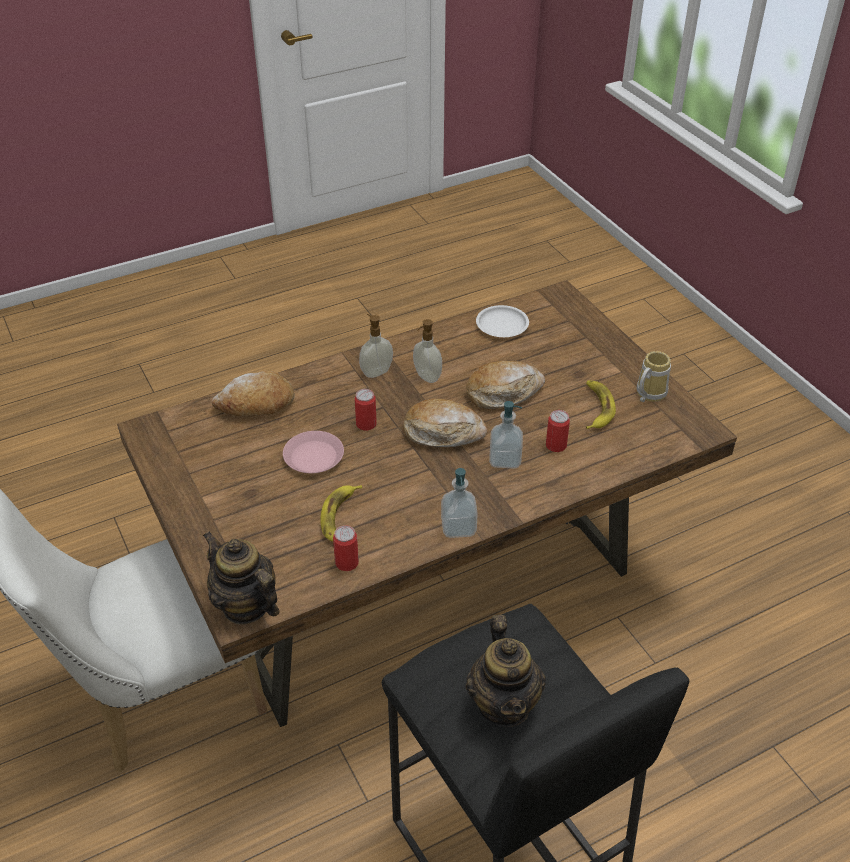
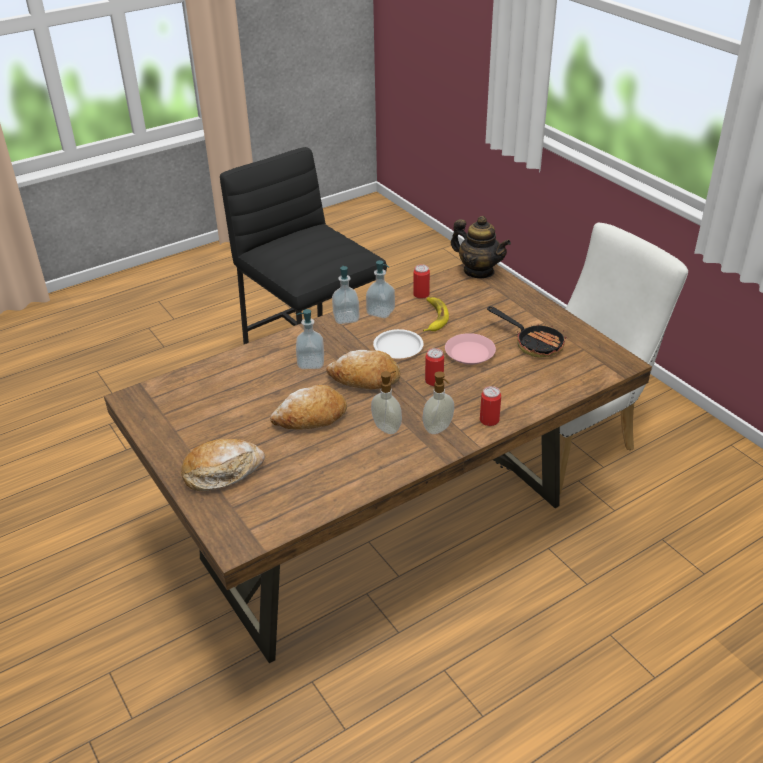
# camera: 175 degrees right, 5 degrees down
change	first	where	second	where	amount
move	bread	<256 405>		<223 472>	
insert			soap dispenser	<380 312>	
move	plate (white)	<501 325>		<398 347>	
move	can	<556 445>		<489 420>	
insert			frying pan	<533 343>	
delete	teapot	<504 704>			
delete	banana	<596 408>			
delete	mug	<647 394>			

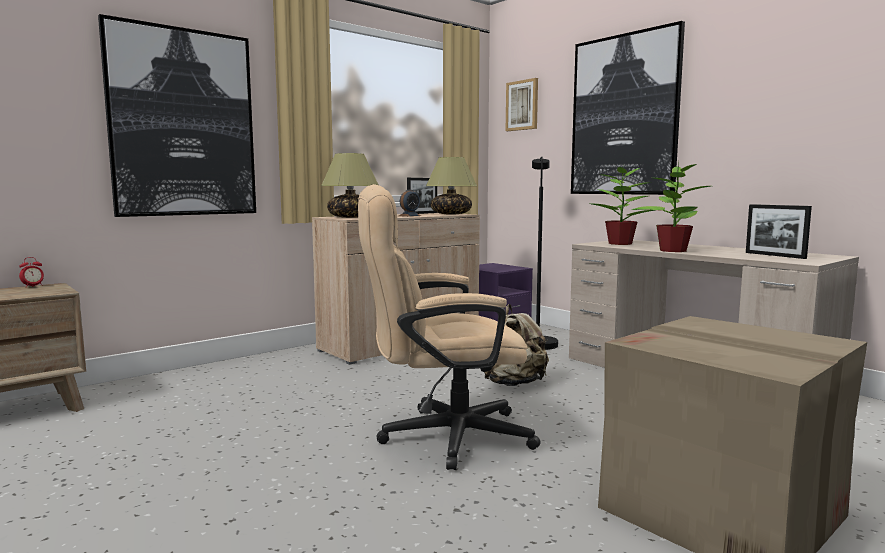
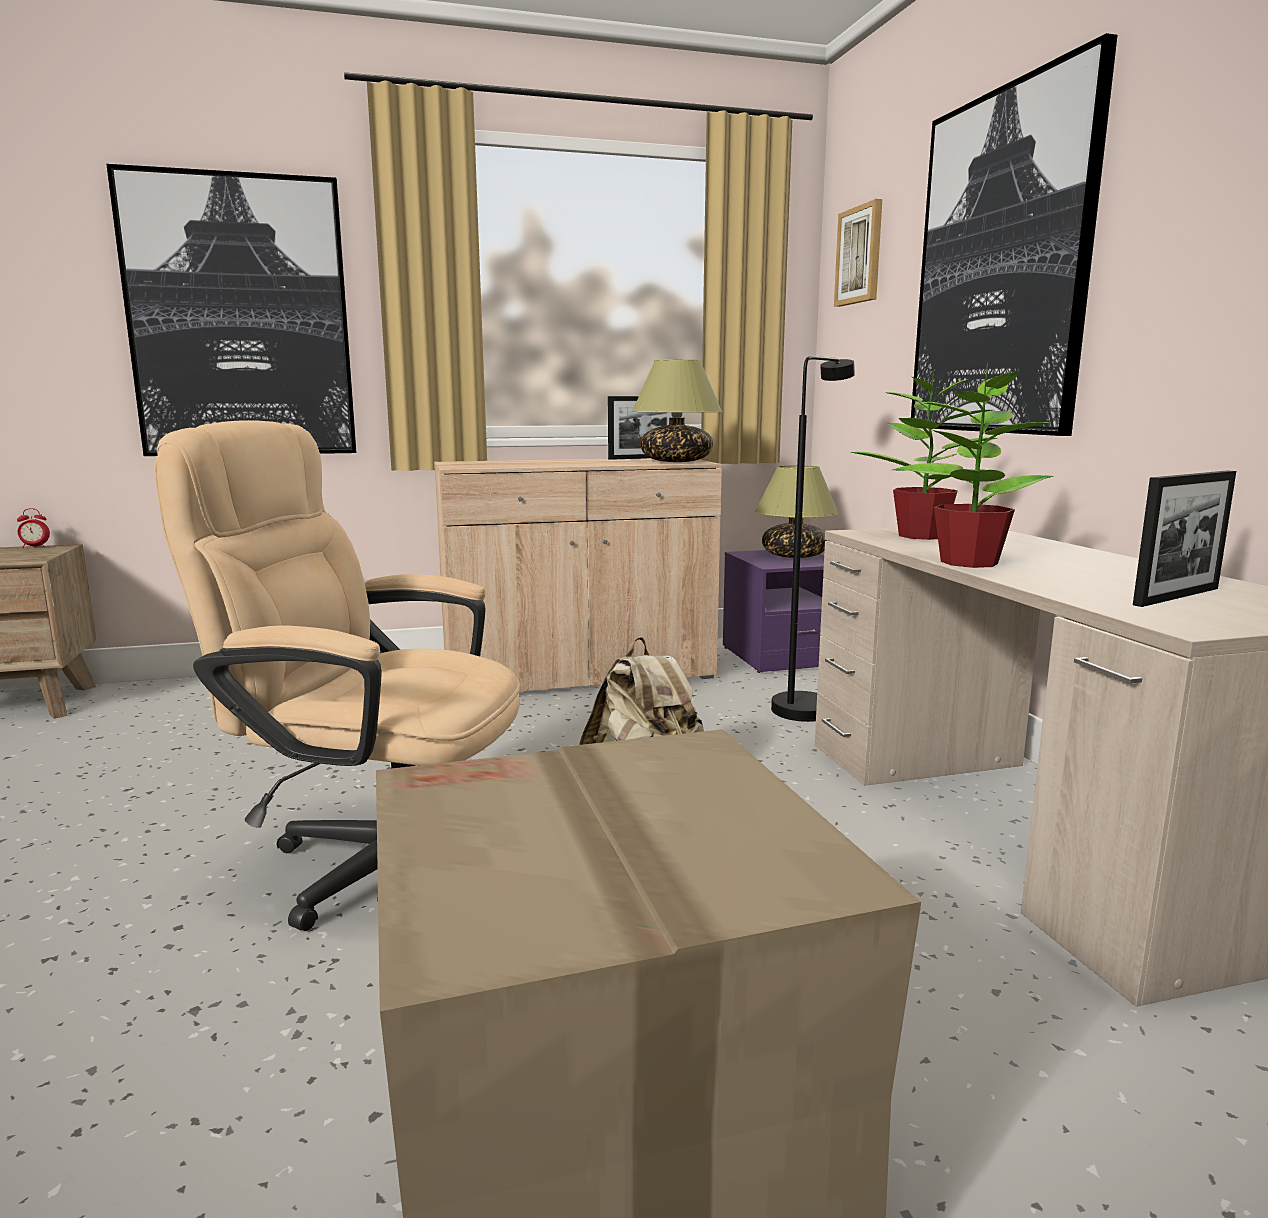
# camera: 25 degrees right, 5 degrees up
change	first	where	second	where	amount
move	table lamp	<350 217>		<794 556>	
rotate	picture frame	<774 255>		<1176 596>	120 degrees counterclockwise
delete	alarm clock	<409 216>			

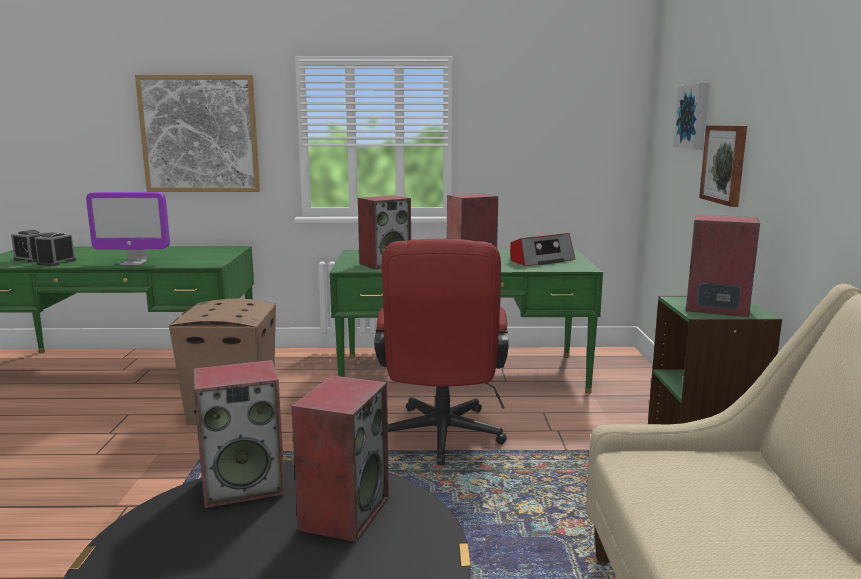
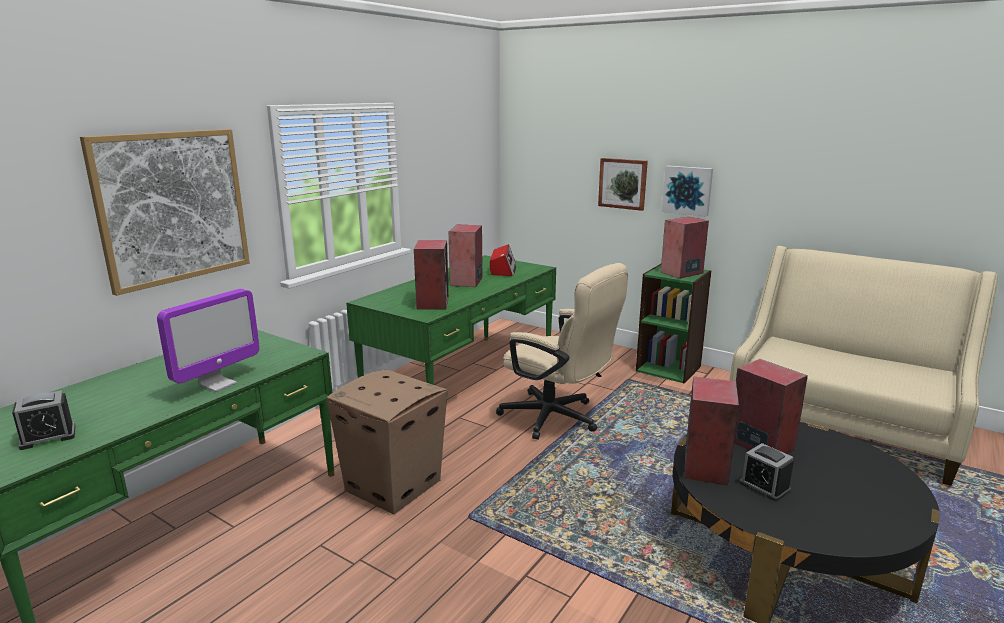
# camera: 55 degrees left, 5 degrees up
change	first	where	second	where	amount
recolor	office chair (red)	<441 439>	office chair (beige)	<558 419>	
move	picture	<694 116>		<687 190>	
move	alarm clock	<56 262>		<764 487>	

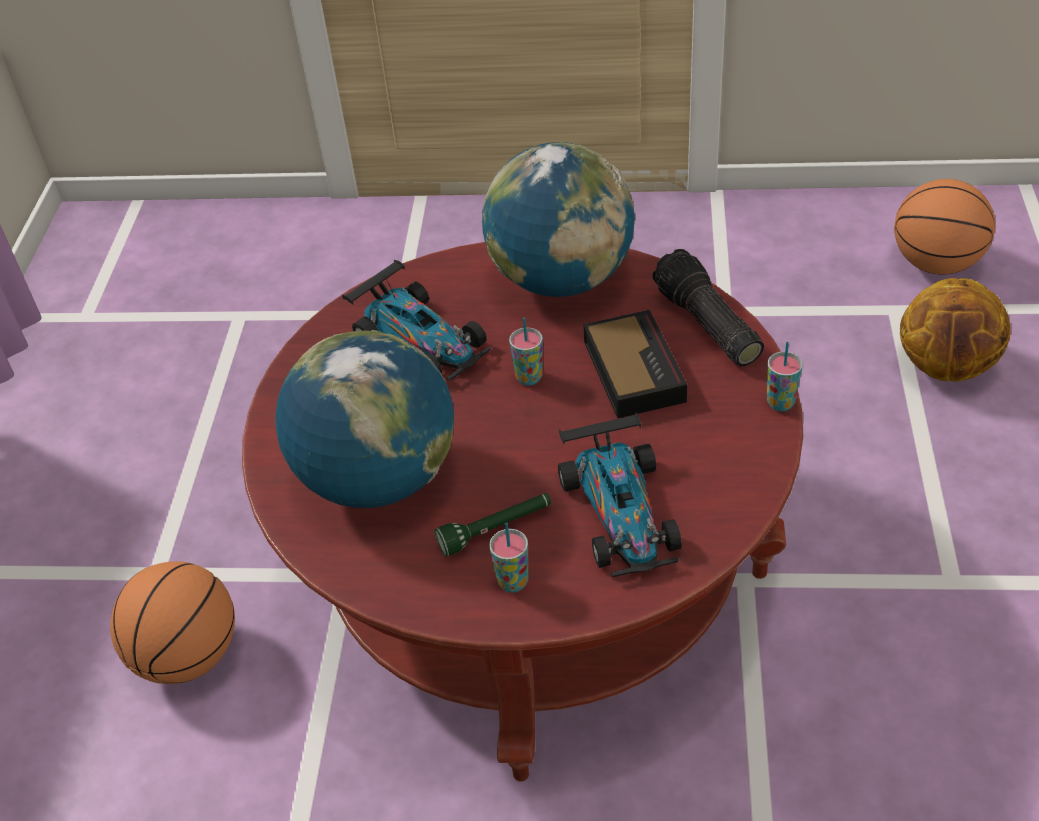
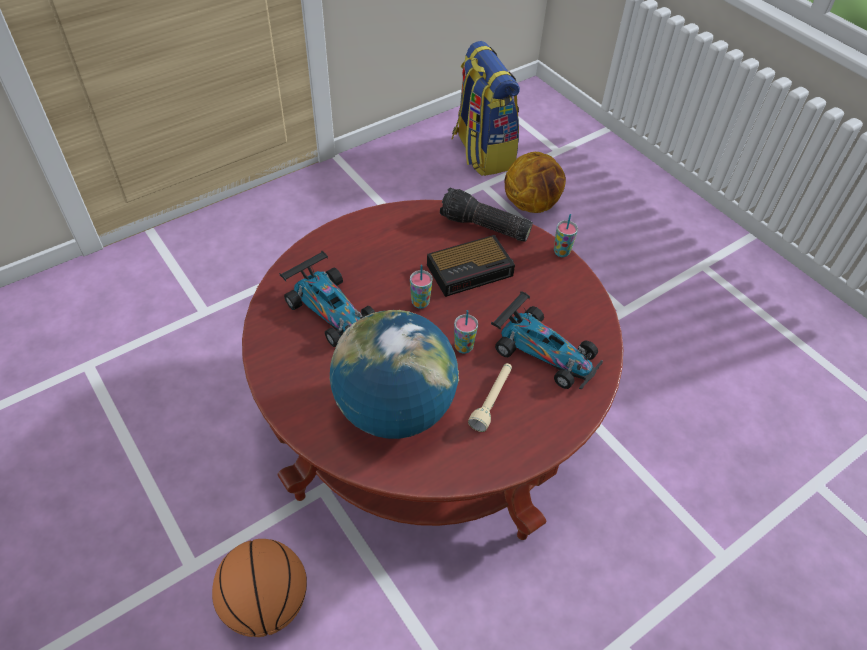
# camera: 45 degrees left, 5 degrees up
change	first	where	second	where	amount
rotate	toy car	<421 339>		<332 311>	45 degrees clockwise
rotate	alarm clock	<633 369>		<471 270>	120 degrees clockwise
replace	basketball	<936 263>	backpack	<482 152>	
move	cup	<513 582>		<463 347>	
recolor	flashlight (green)	<496 530>	flashlight (beige)	<492 400>	
delete	globe	<561 280>			

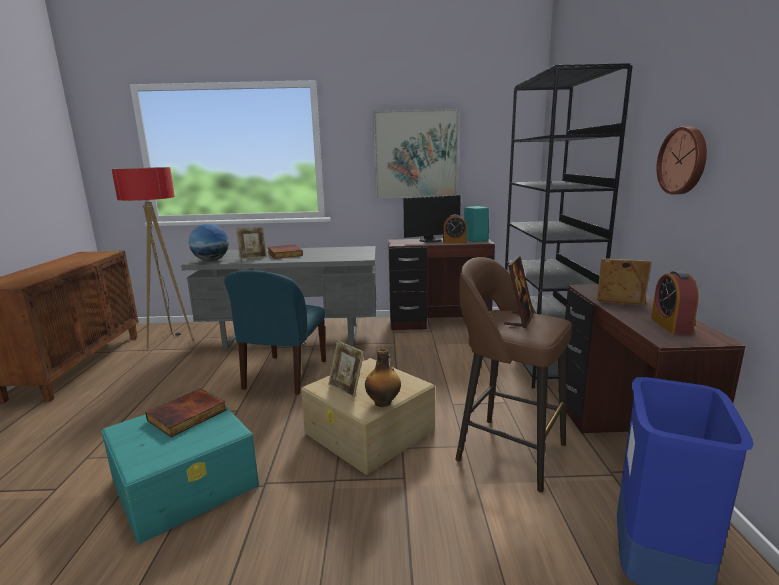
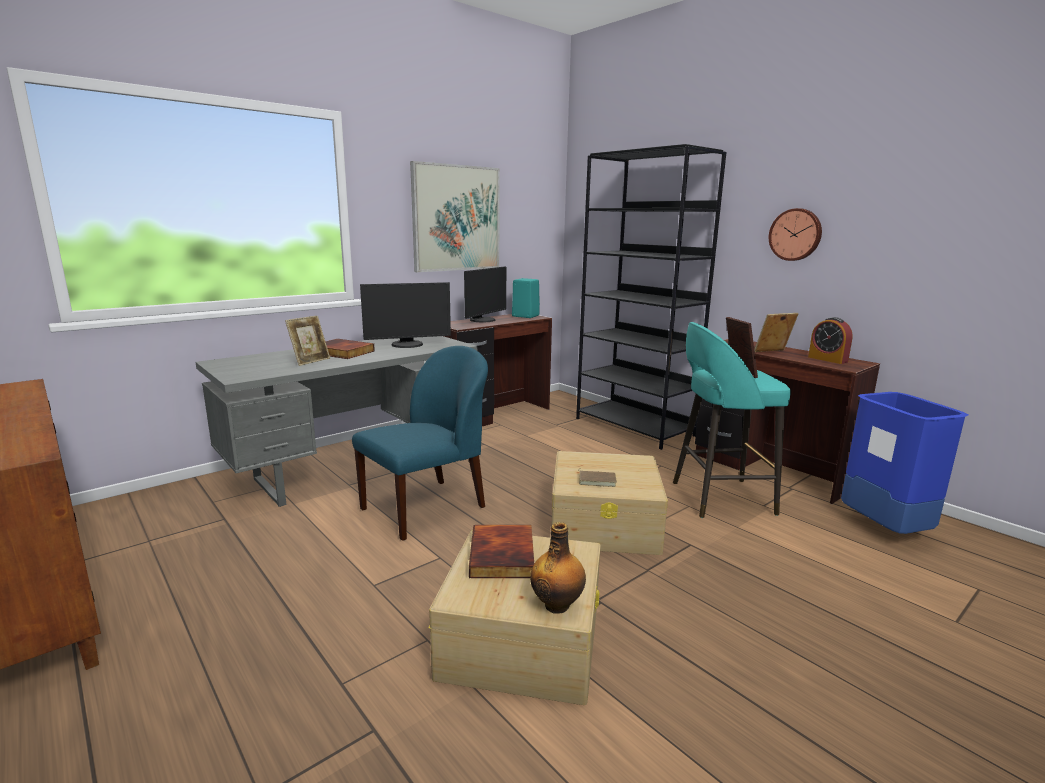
# camera: 40 degrees left, 0 degrees up
change	first	where	second	where	amount
rotate	chair (blue)	<284 375>		<426 507>	105 degrees counterclockwise
insert			monitor	<407 345>	
recolor	storage box (turquoise)	<186 482>	storage box (beige)	<522 637>	
move	bottle	<383 402>		<557 604>	
replace	picture frame	<346 388>	book (brown)	<597 480>	
recolor	stool (brown)	<508 451>	stool (turquoise)	<719 498>	
delete	floor lamp	<171 340>			
delete	globe	<211 260>			
delete	alarm clock	<454 242>			

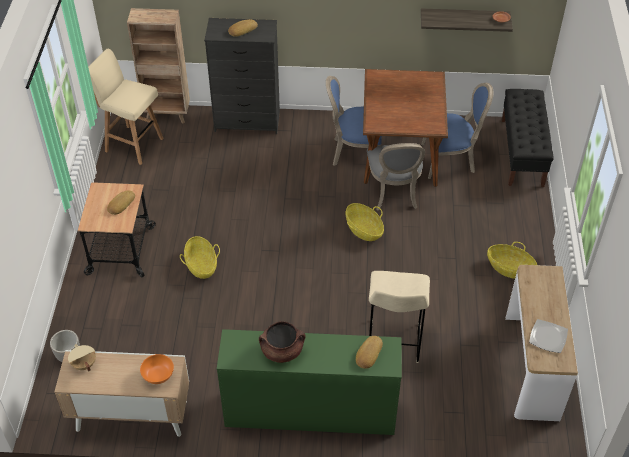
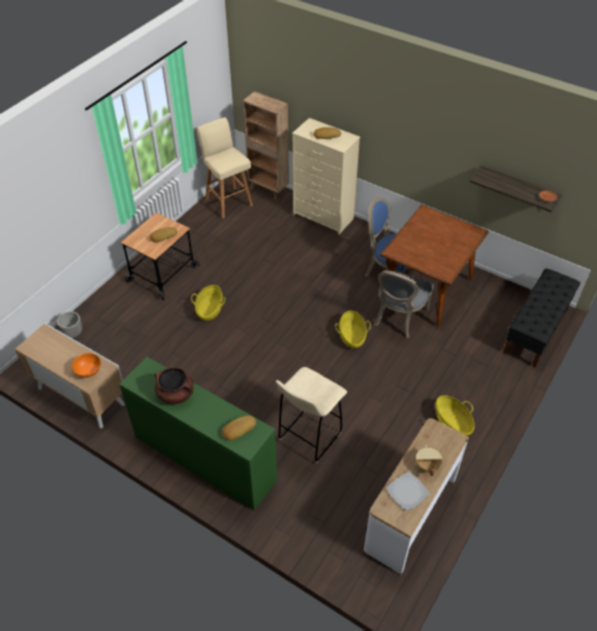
# camera: 30 degrees right, 0 degrees up
change	first	where	second	where	amount
recolor	dresser (black)	<248 121>	dresser (beige)	<323 217>	
move	cooking pot (beige)	<84 364>		<427 466>	
delete	chair (blue)	<450 160>			

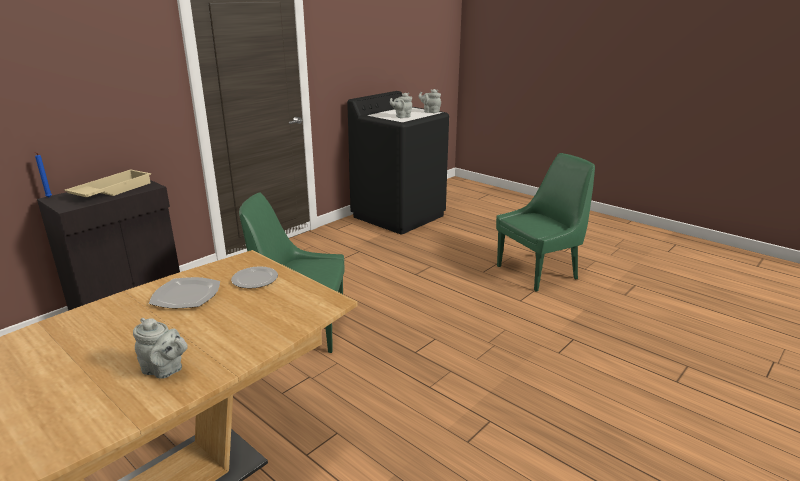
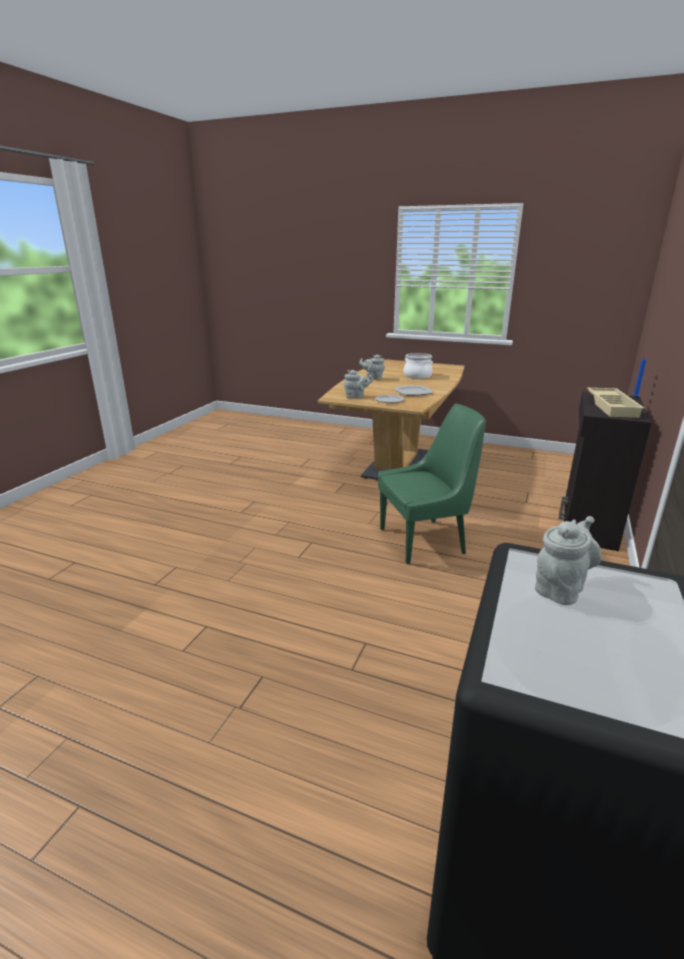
# camera: 160 degrees right, 0 degrees up
change	first	where	second	where	amount
move	teapot (grey)	<430 111>		<356 397>	
insert			cooking pot	<417 376>	
delete	chair (green)	<539 272>			

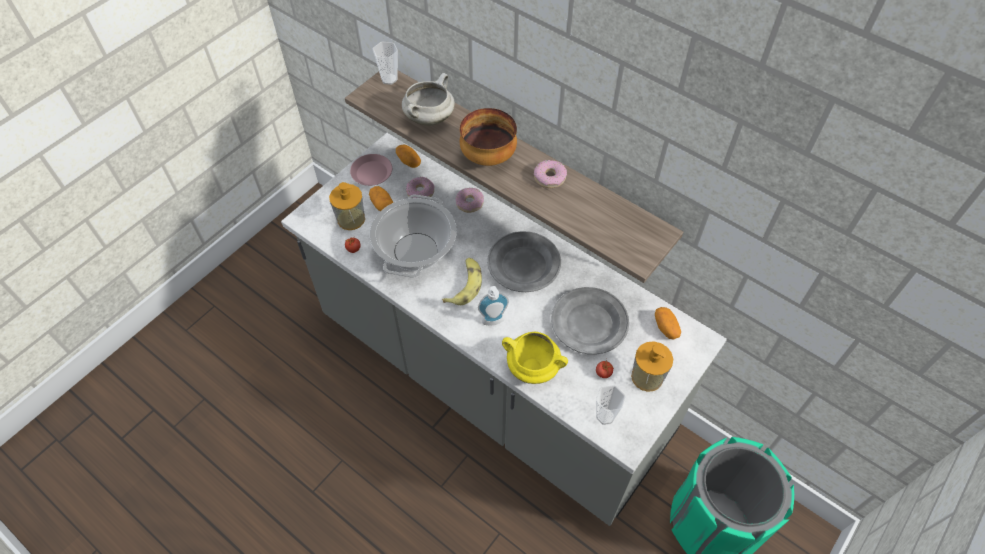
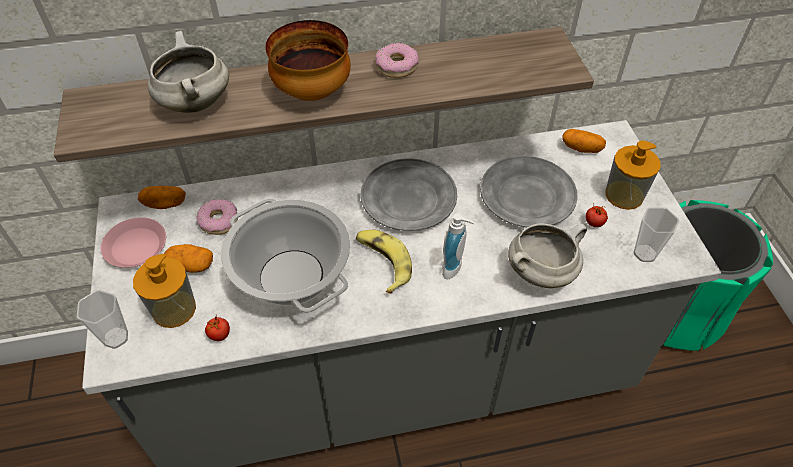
# camera: 50 degrees left, 5 degrees down
change	first	where	second	where	amount
move	cup	<389 79>		<116 338>	
recolor	cooking pot (yellow)	<534 367>	cooking pot (white)	<541 271>	
delete	donut	<469 203>			

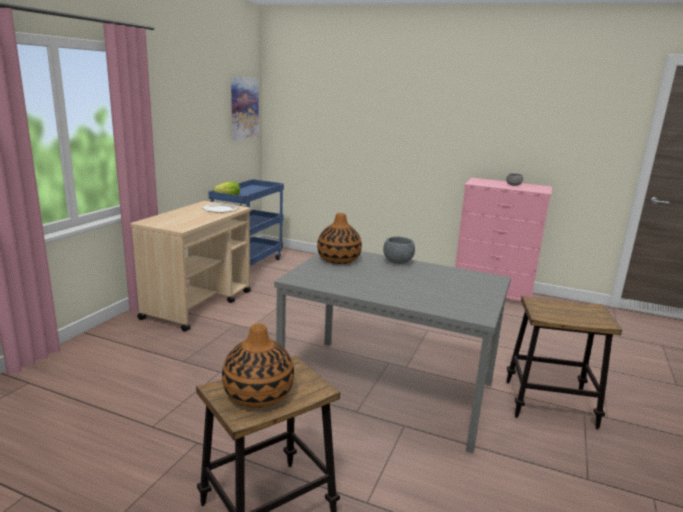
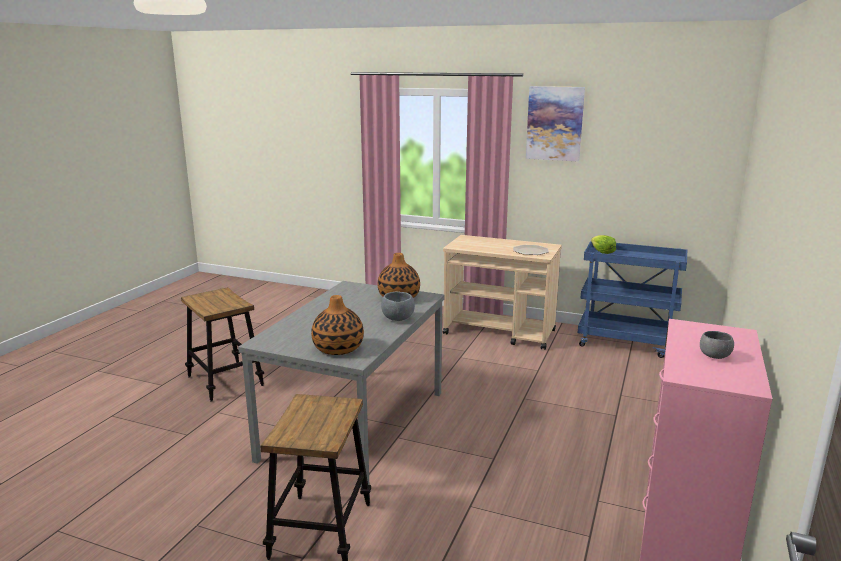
# camera: 90 degrees right, 0 degrees up
change	first	where	second	where	amount
move	vase	<258 395>		<338 348>	
move	picture	<244 108>		<554 123>	

